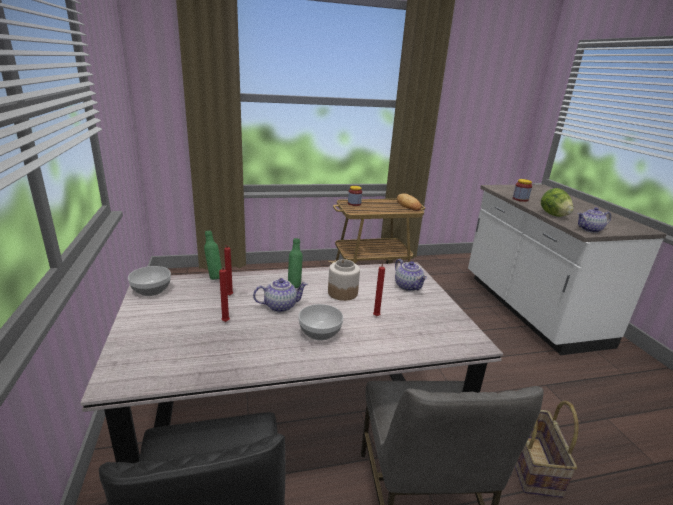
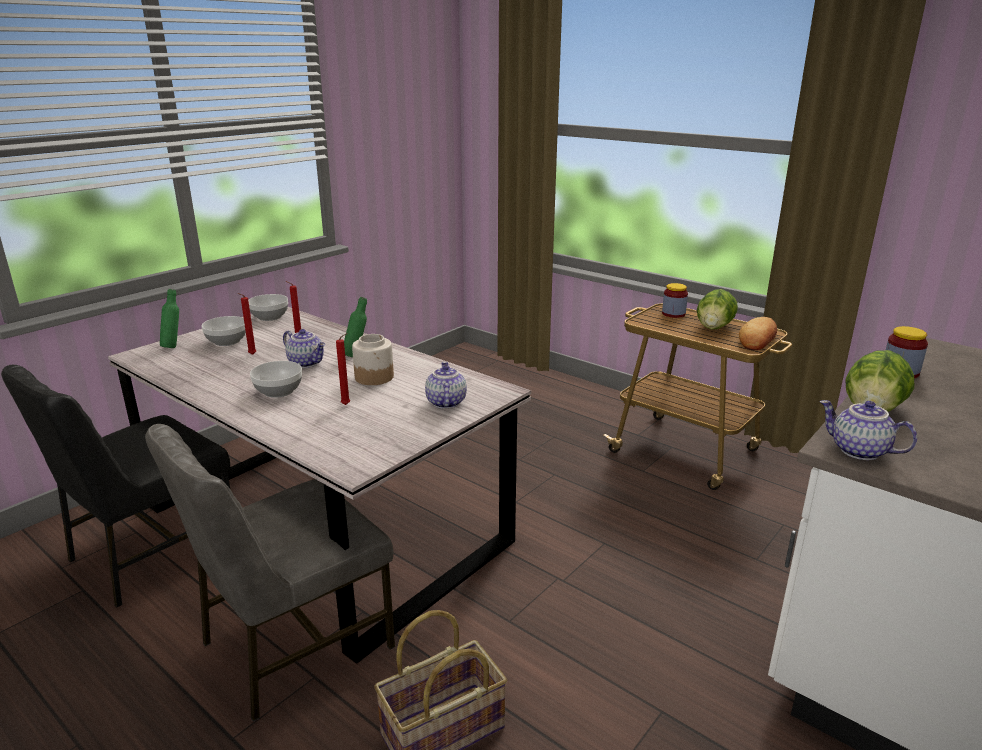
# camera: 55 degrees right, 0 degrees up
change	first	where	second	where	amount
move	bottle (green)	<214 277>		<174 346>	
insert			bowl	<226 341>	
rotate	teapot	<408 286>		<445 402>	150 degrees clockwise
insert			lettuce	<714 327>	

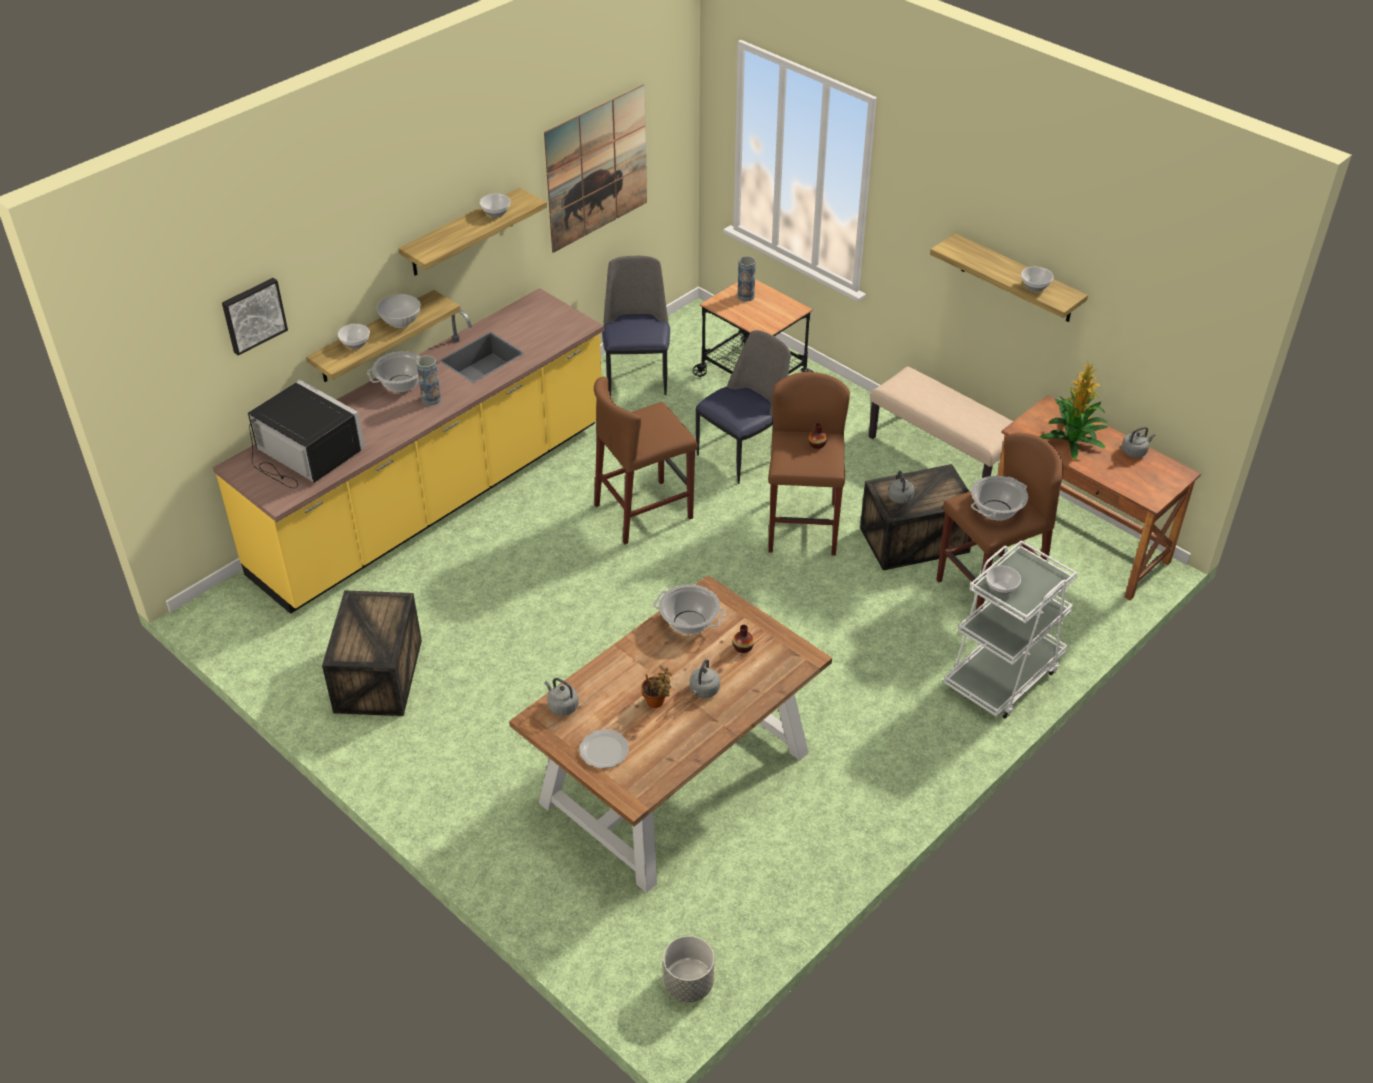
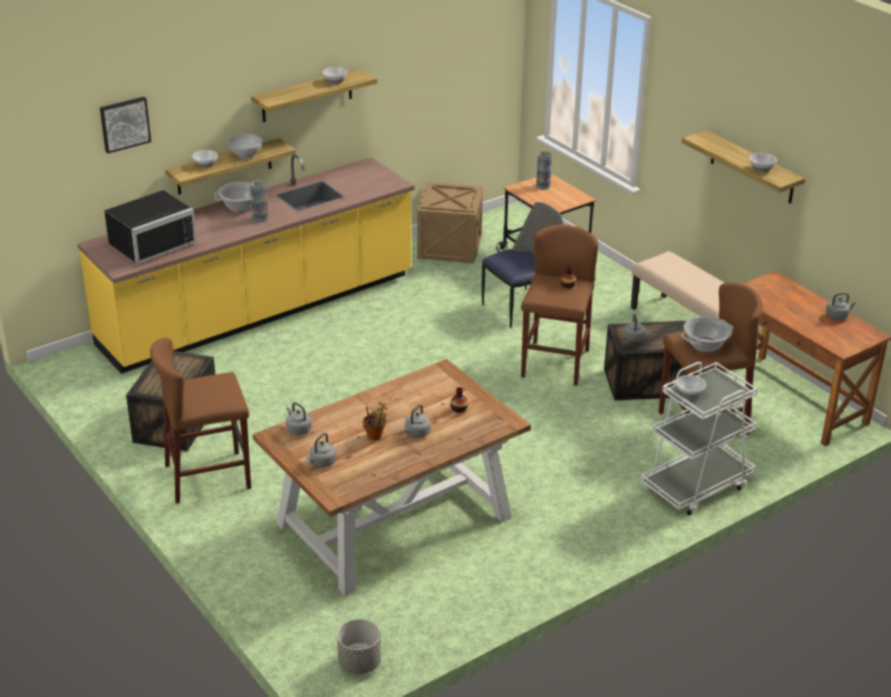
# camera: 10 degrees right, 10 degrees down
change	first	where	second	where	amount
rotate	microwave (black)	<304 454>		<150 242>	90 degrees clockwise
move	stool (brown)	<644 511>		<208 476>	
replace	plate	<604 751>	kettle (grey)	<322 463>	
replace	chair	<637 374>	crate	<450 246>	
delete	picture	<596 168>			
delete	cooking pot	<689 623>			
delete	potted plant	<1073 440>			

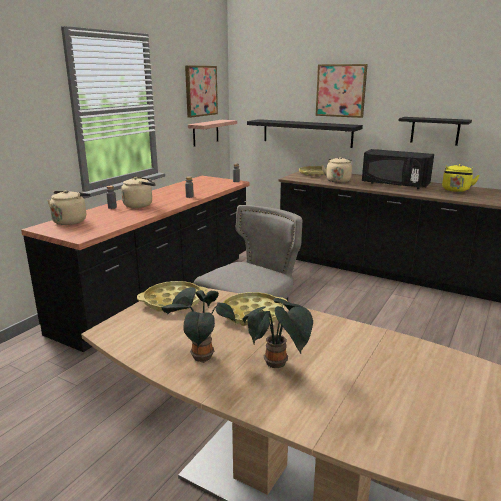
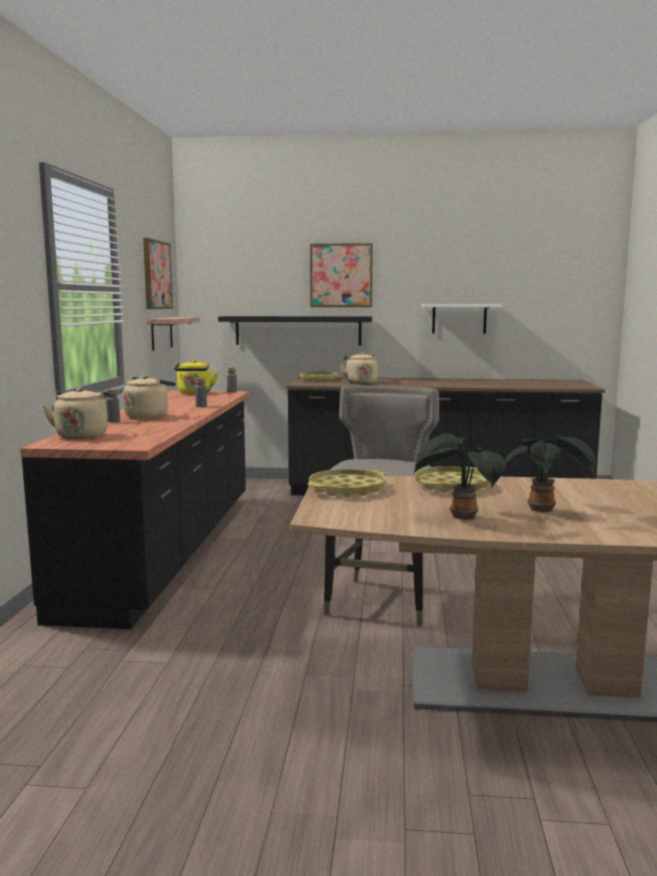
# camera: 25 degrees left, 10 degrees down
change	first	where	second	where	amount
move	kettle (yellow)	<456 190>		<195 393>	
recolor	shelf (black)	<435 131>	shelf (white)	<459 318>	
delete	microwave (black)	<394 184>			

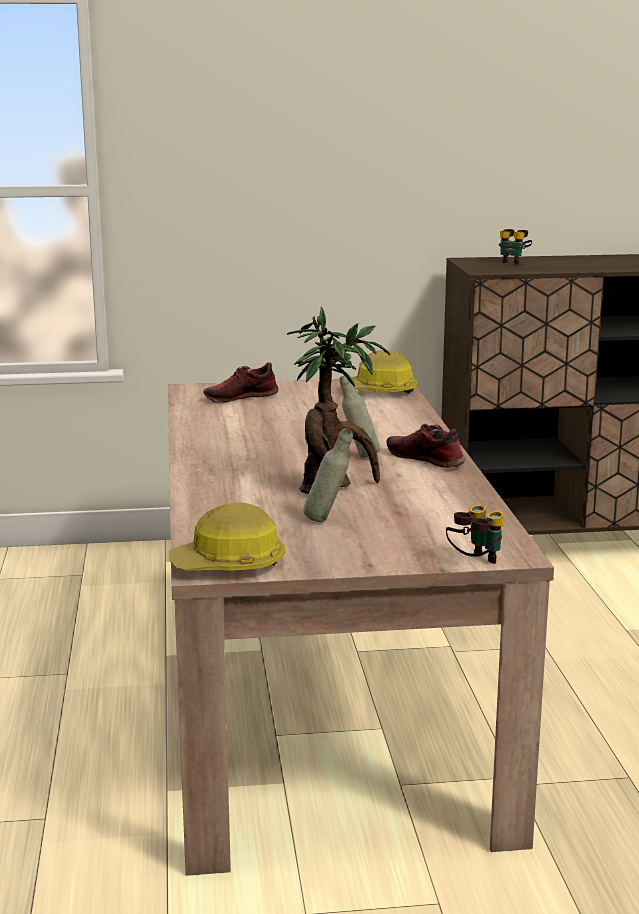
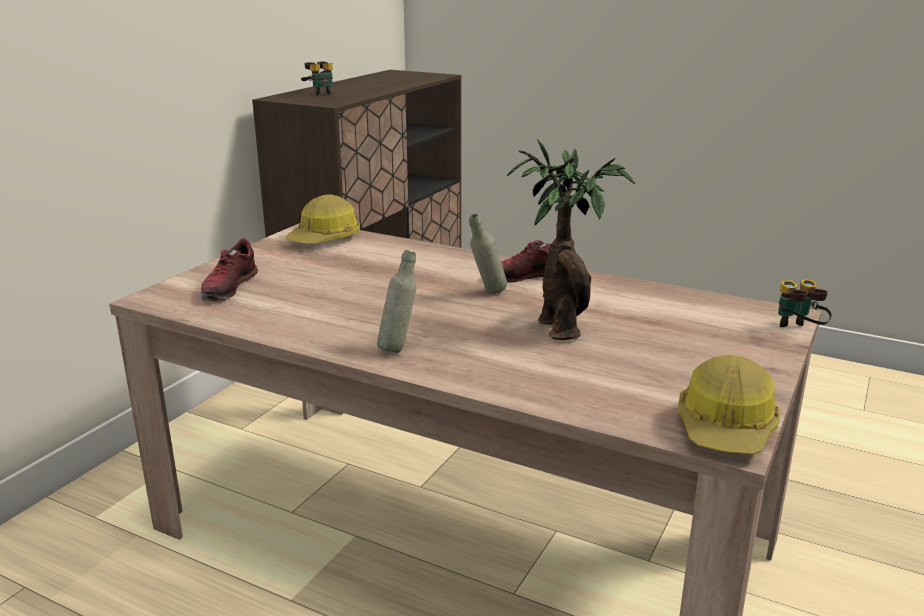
# camera: 55 degrees left, 5 degrees up
change	first	where	second	where	amount
move	bottle (grey)	<327 520>		<399 348>	

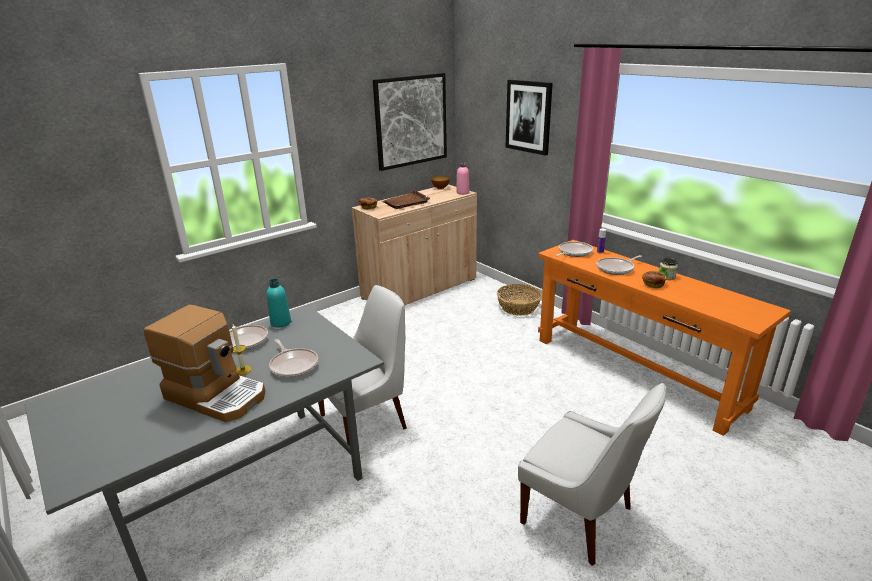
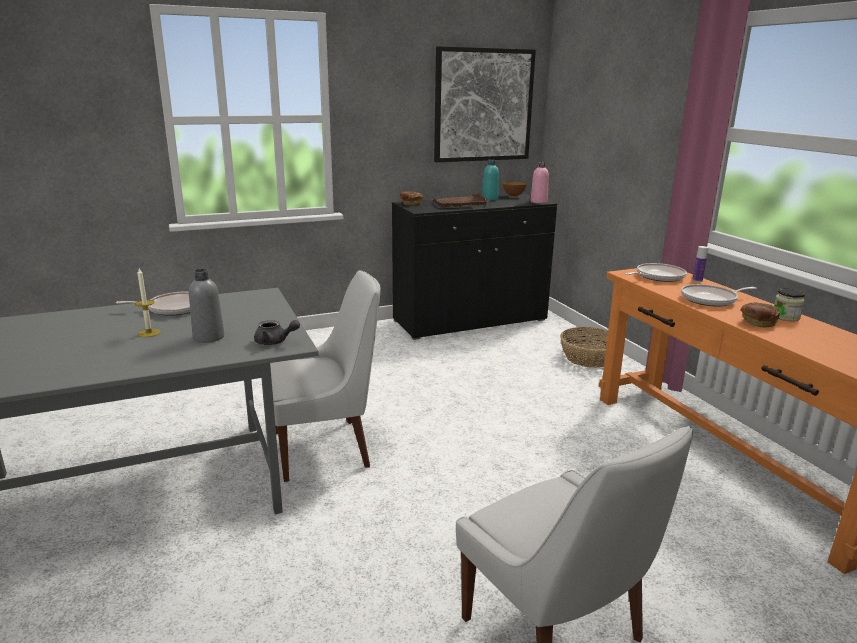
# camera: 15 degrees right, 5 degrees down
change	first	where	second	where	amount
replace	frying pan	<293 365>	bottle (grey)	<208 337>	
insert			teapot (grey)	<275 342>	
recolor	cabinet (beige)	<420 289>	cabinet (black)	<470 321>	
move	bottle (turquoise)	<281 322>		<490 199>	
delete	coffee machine	<217 395>			
delete	picture	<528 116>			

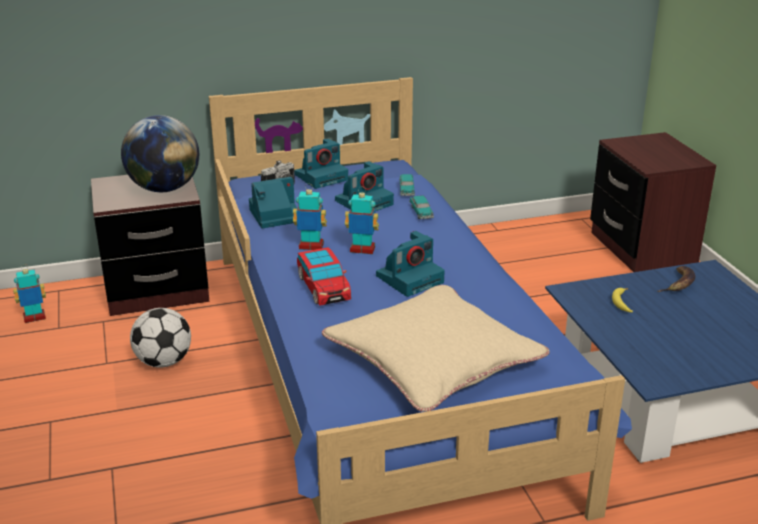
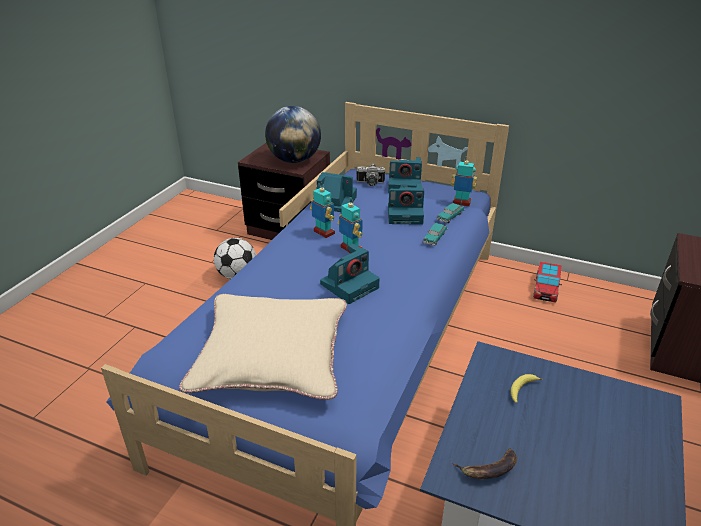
# camera: 40 degrees right, 5 degrees up
change	first	where	second	where	amount
rotate	photo camera	<410 278>		<350 285>	45 degrees counterclockwise
move	toy robot	<34 318>		<461 203>	
move	banana	<678 284>		<488 469>	
move	toy car	<323 287>		<546 288>	

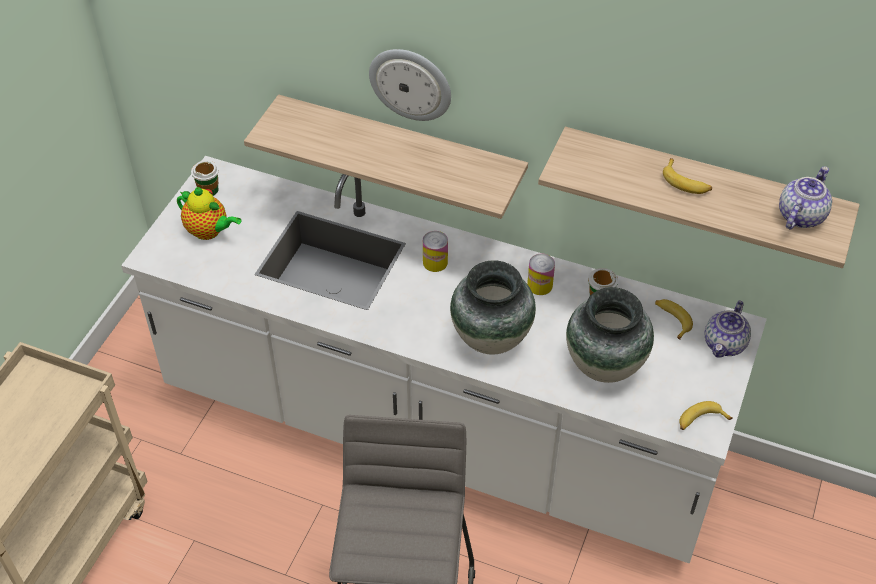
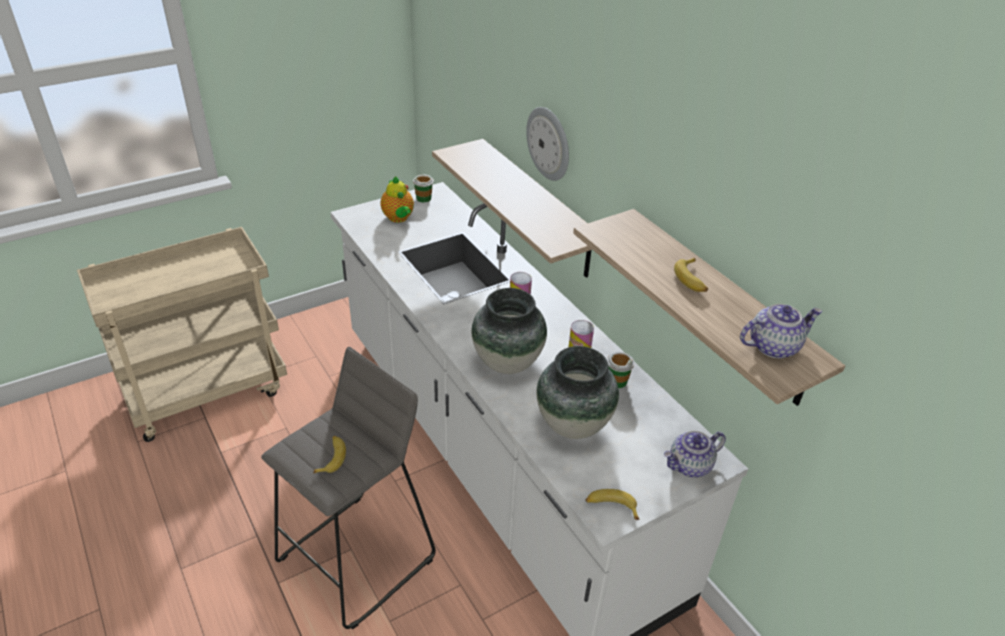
# camera: 35 degrees right, 10 degrees down
change	first	where	second	where	amount
move	banana	<672 320>		<331 457>	

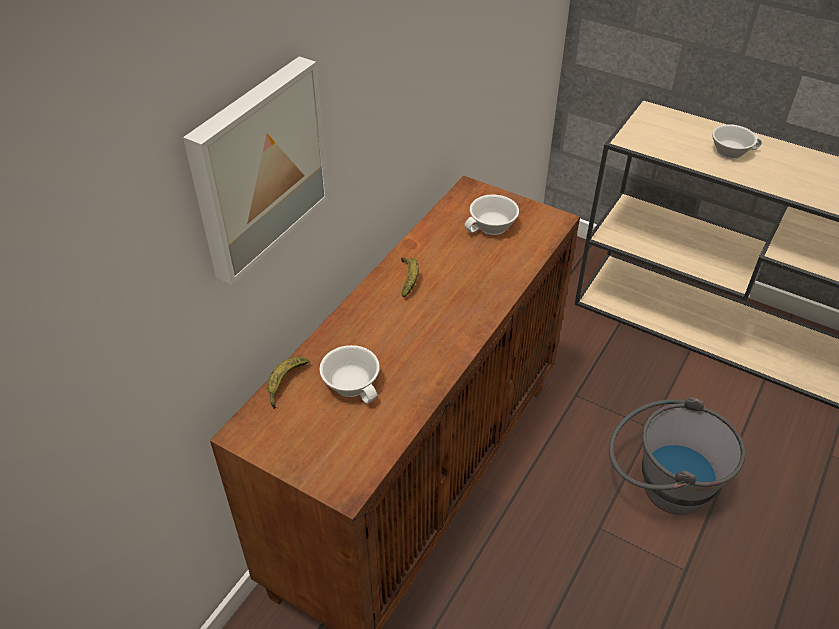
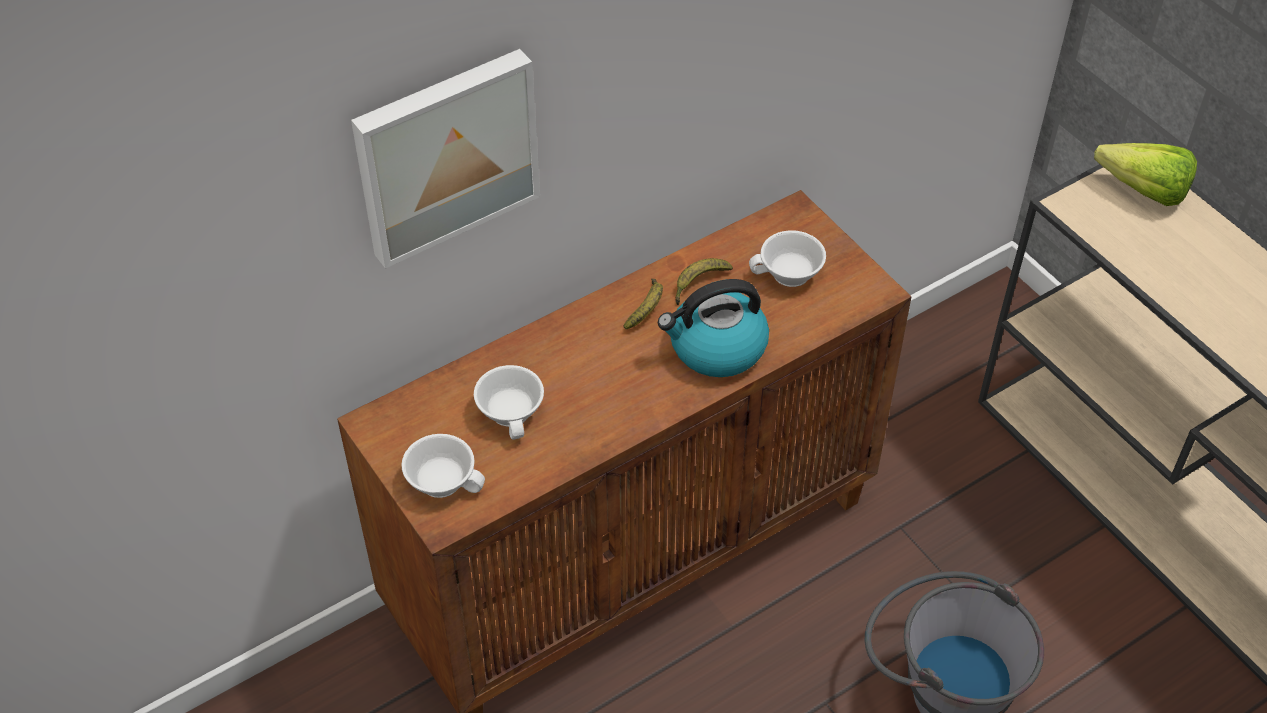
# camera: 25 degrees right, 5 degrees up
change	first	where	second	where	amount
move	cup (white)	<730 151>		<444 479>	
insert			kettle	<716 348>	
move	banana	<285 384>		<698 284>	
insert			lettuce	<1136 187>	

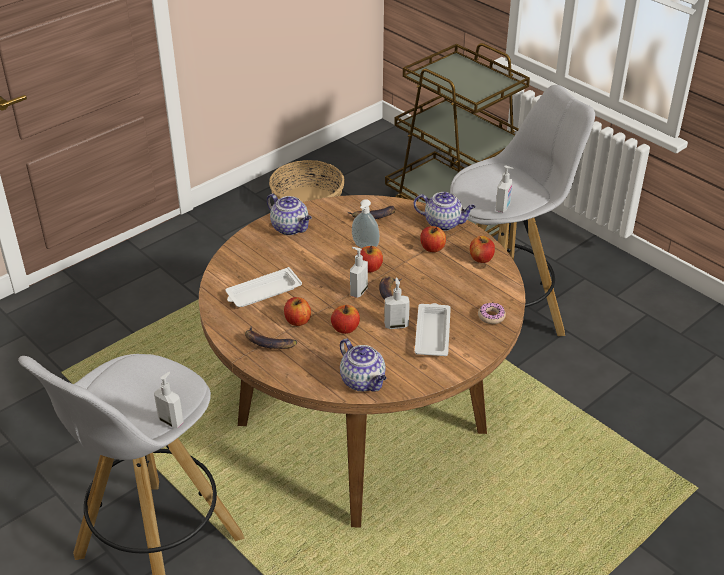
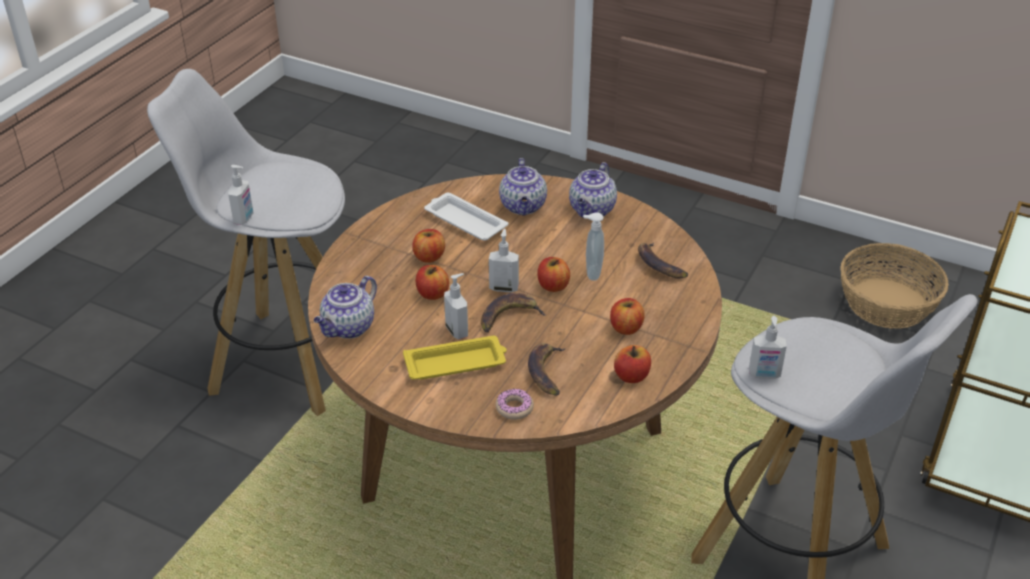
# camera: 70 degrees right, 0 degrees up
change	first	where	second	where	amount
recolor	tray (white)	<432 333>	tray (yellow)	<456 363>	
move	teapot	<444 223>		<523 207>	
move	banana	<268 343>		<546 372>	

